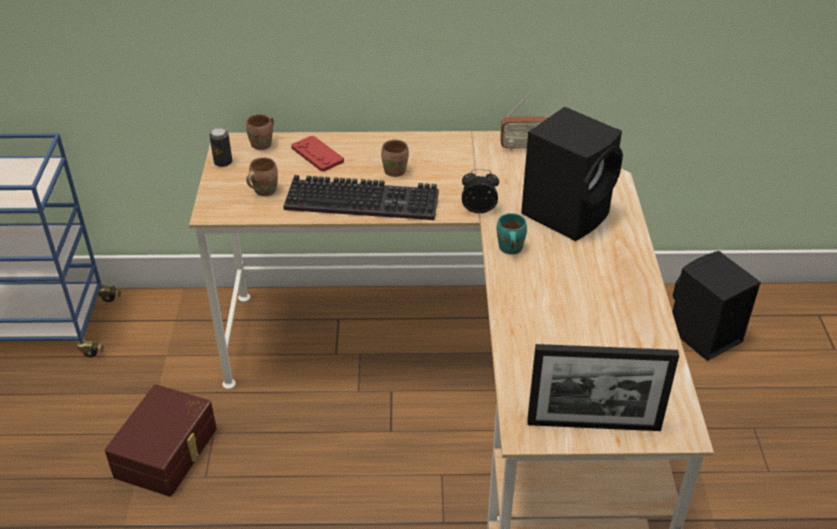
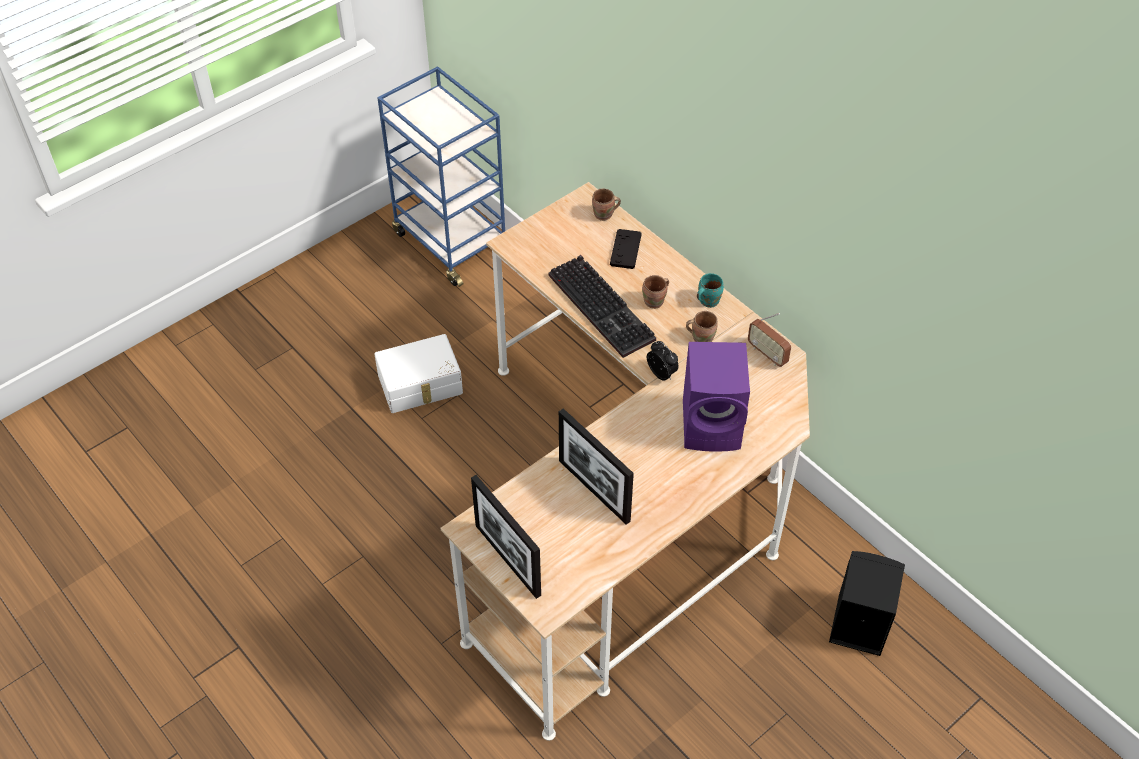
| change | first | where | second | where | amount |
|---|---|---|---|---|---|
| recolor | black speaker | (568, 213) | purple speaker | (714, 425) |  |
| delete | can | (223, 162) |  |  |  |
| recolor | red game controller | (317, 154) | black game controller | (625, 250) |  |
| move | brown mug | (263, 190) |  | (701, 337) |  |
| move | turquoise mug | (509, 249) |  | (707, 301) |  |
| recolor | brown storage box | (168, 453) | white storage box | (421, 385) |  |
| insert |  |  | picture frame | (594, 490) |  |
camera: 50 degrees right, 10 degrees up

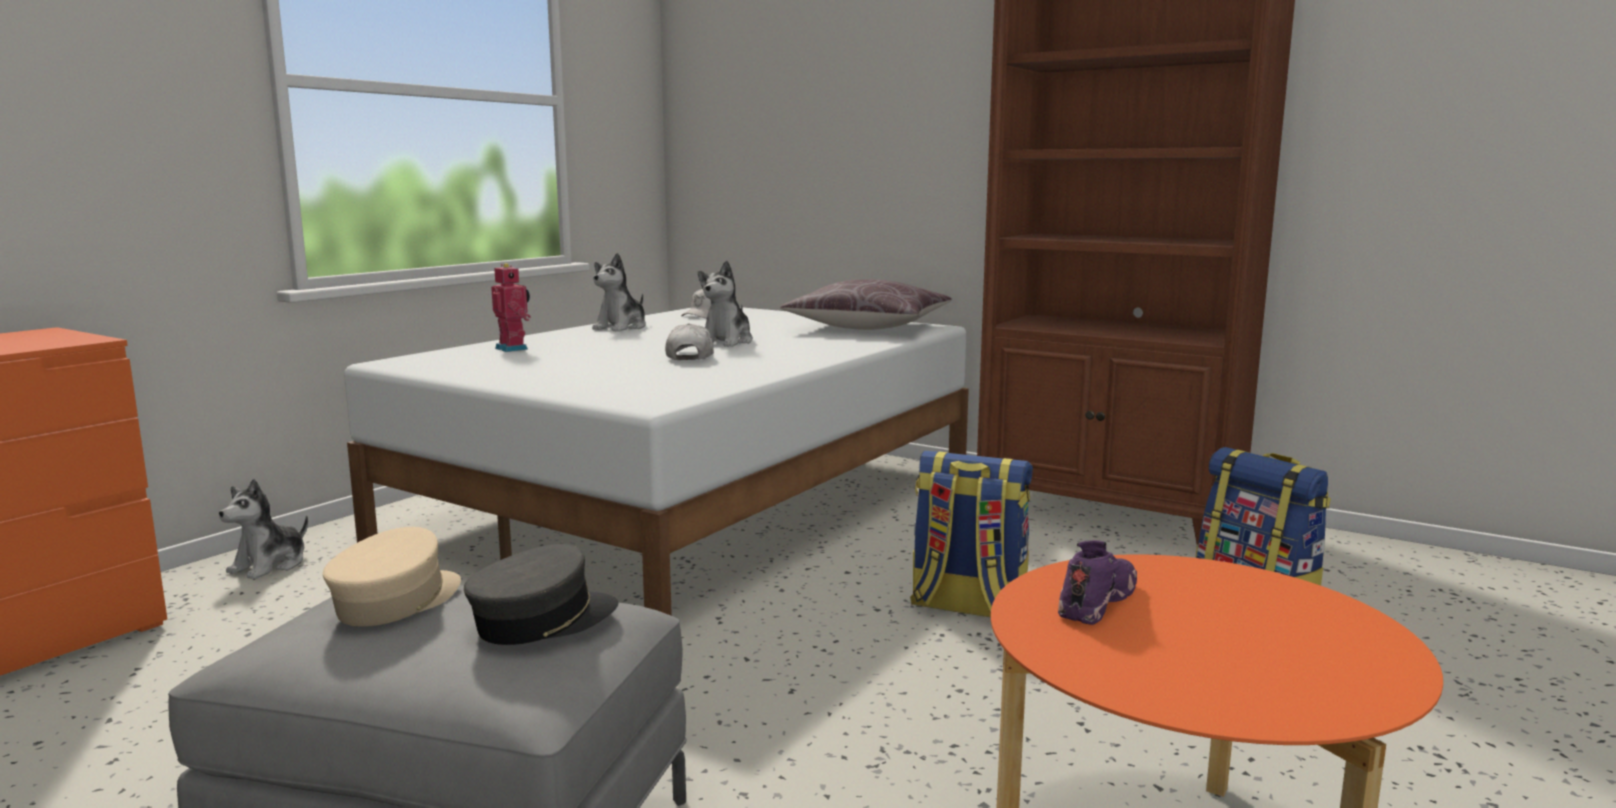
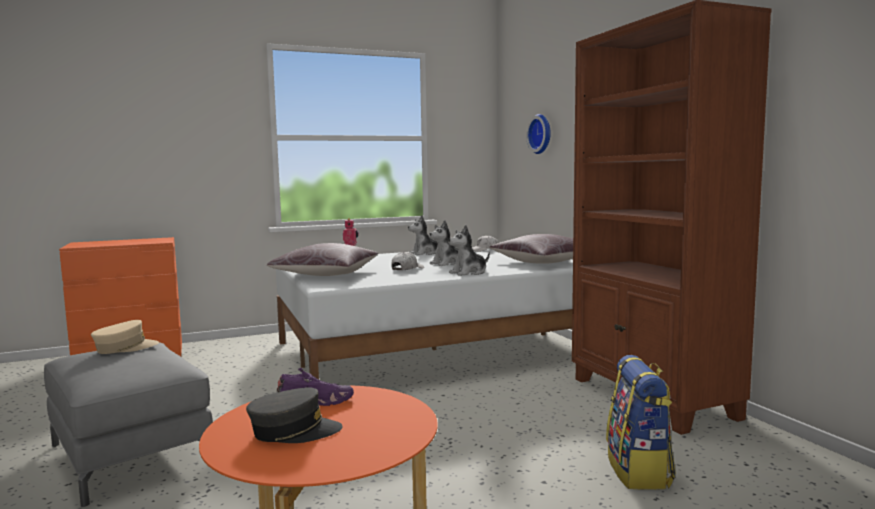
| change | first | where | second | where | amount |
|---|---|---|---|---|---|
| delete | backpack | (967, 606) |  |  |  |
| move | plush toy | (270, 565) |  | (469, 273) |  |
| move | grey cap | (543, 620) |  | (294, 431) |  |
| insert |  |  | wall clock | (541, 134) |  |
| insert |  |  | brown pillow | (326, 274) |  |
camera: 35 degrees right, 5 degrees down

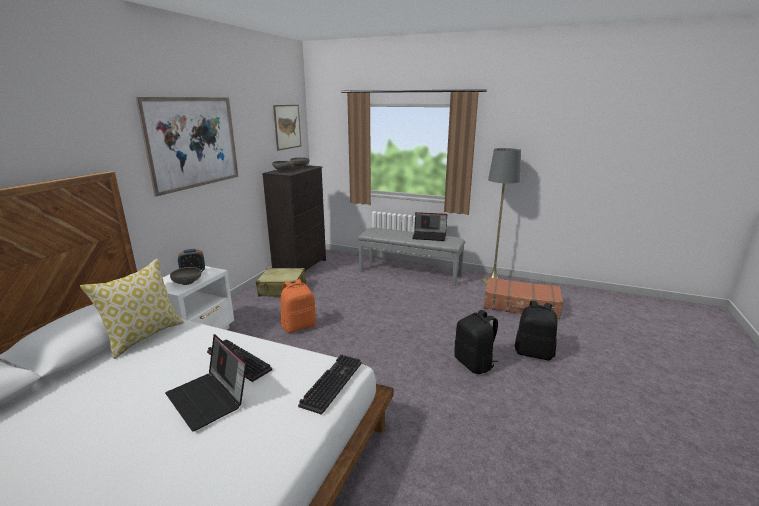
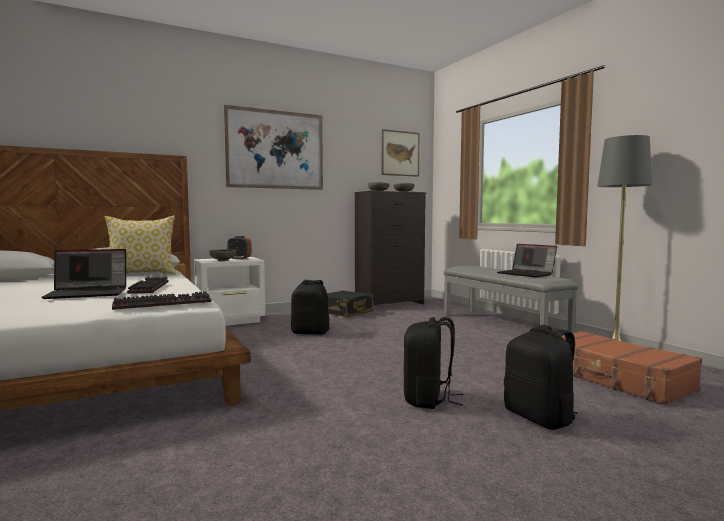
| change | first | where | second | where | amount |
|---|---|---|---|---|---|
| recolor | beige suitcase | (282, 289) | black suitcase | (345, 312) |  |
| recolor | orange backpack | (299, 326) | black backpack | (310, 332) |  |
| rotate | laptop | (209, 399) |  | (89, 293) | 105 degrees counterclockwise |
camera: 40 degrees right, 15 degrees down

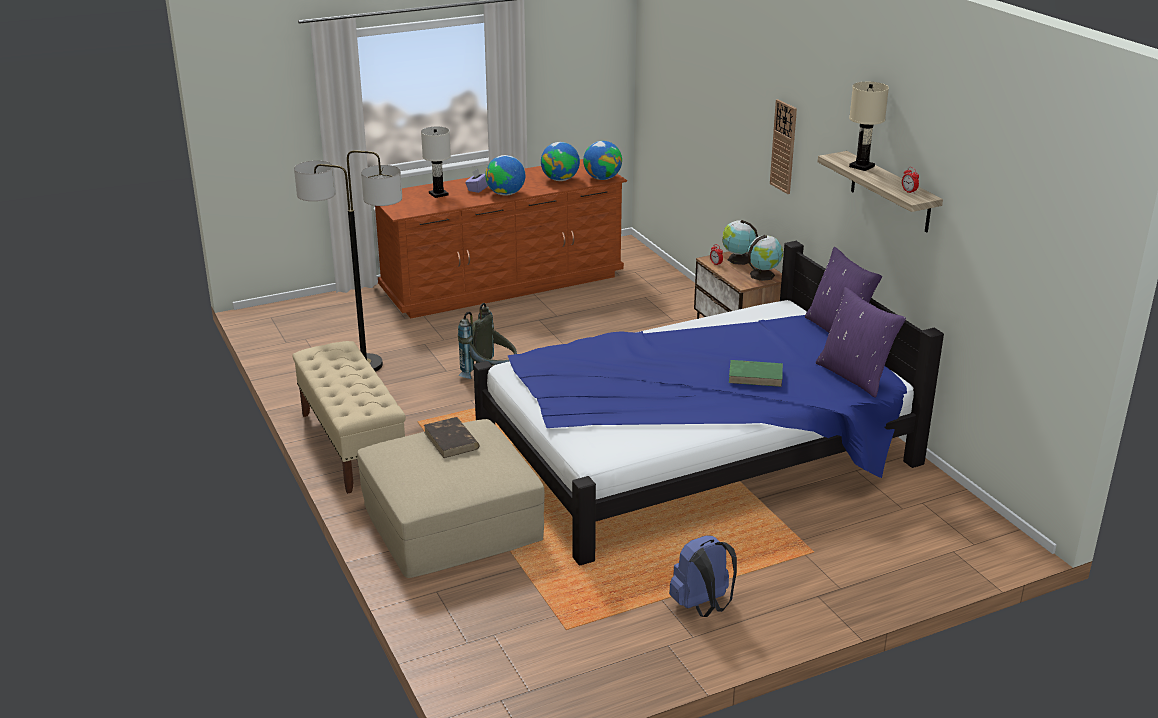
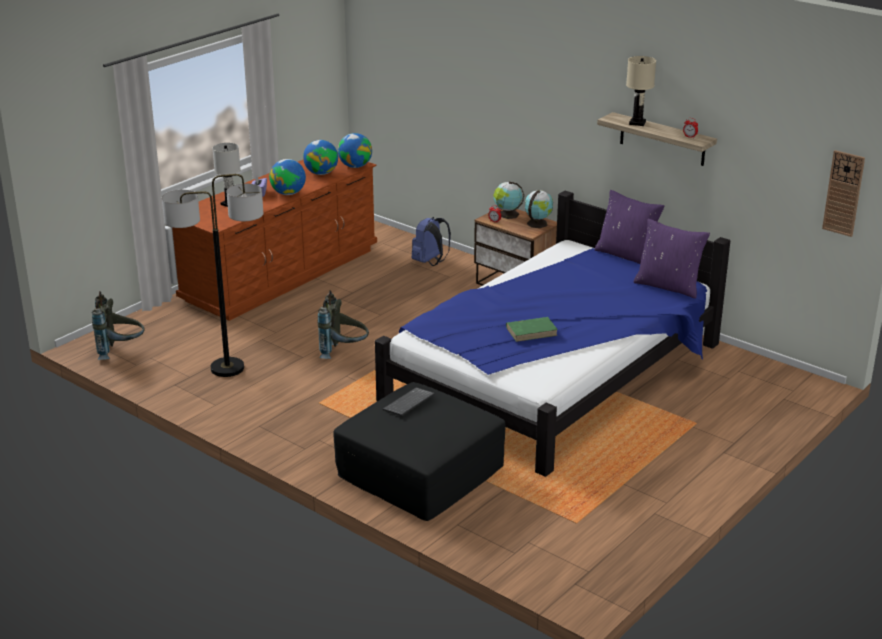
| change | first | where | second | where | amount |
|---|---|---|---|---|---|
| move | wall clock | (784, 146) |  | (843, 193) |  |
| delete | beige bench | (352, 445) |  |  |  |
| move | green book | (756, 376) |  | (532, 331) |  |
| replace | brown book | (451, 440) | keyboard | (409, 403) |  |
| recolor | beige ottoman | (452, 521) | black ottoman | (421, 471) |  |
| move | blue backpack | (703, 606) |  | (430, 262) |  |
| insert |  |  | grey backpack | (121, 352) |  |
camera: 25 degrees left, 0 degrees up

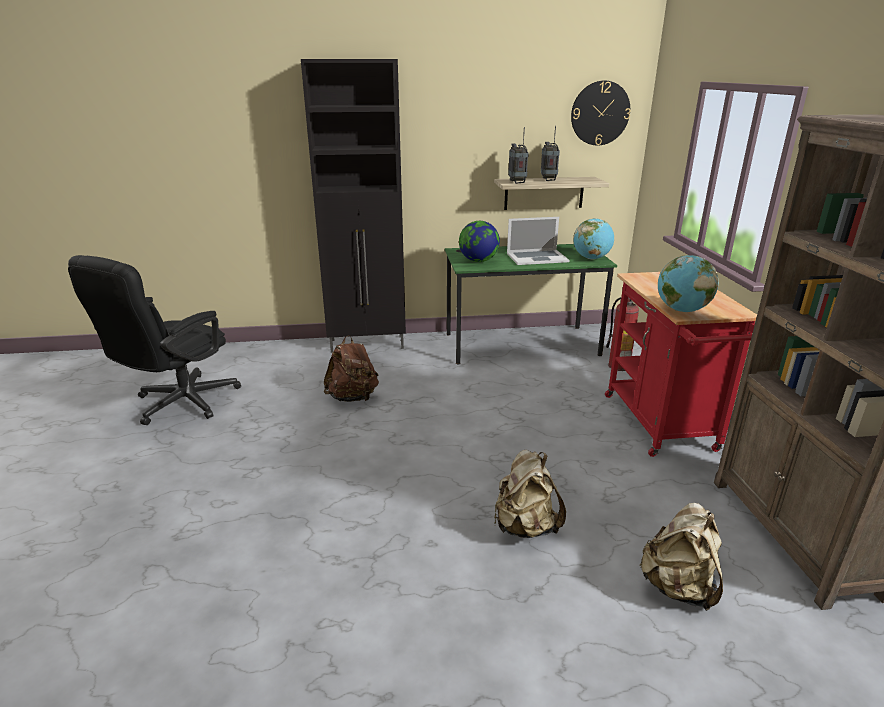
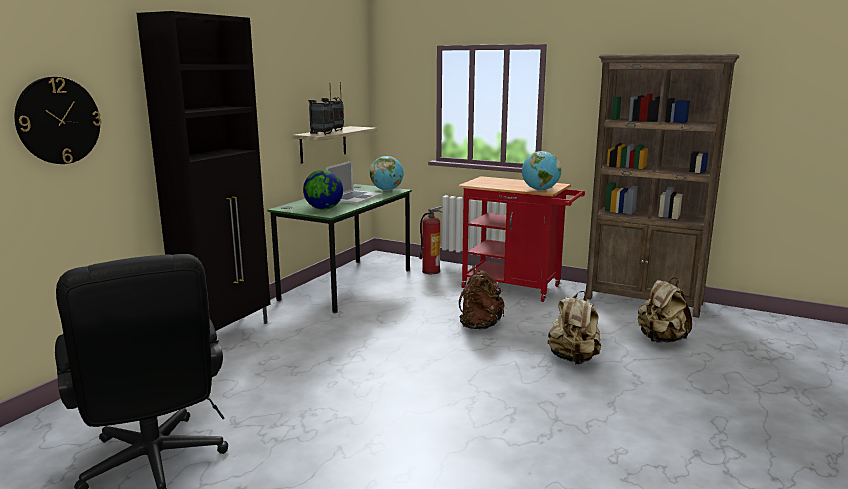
| change | first | where | second | where | amount |
|---|---|---|---|---|---|
| move | wall clock | (600, 113) |  | (58, 120) |  |
| move | brown backpack | (353, 397) |  | (480, 326) |  |
camera: 55 degrees left, 10 degrees down

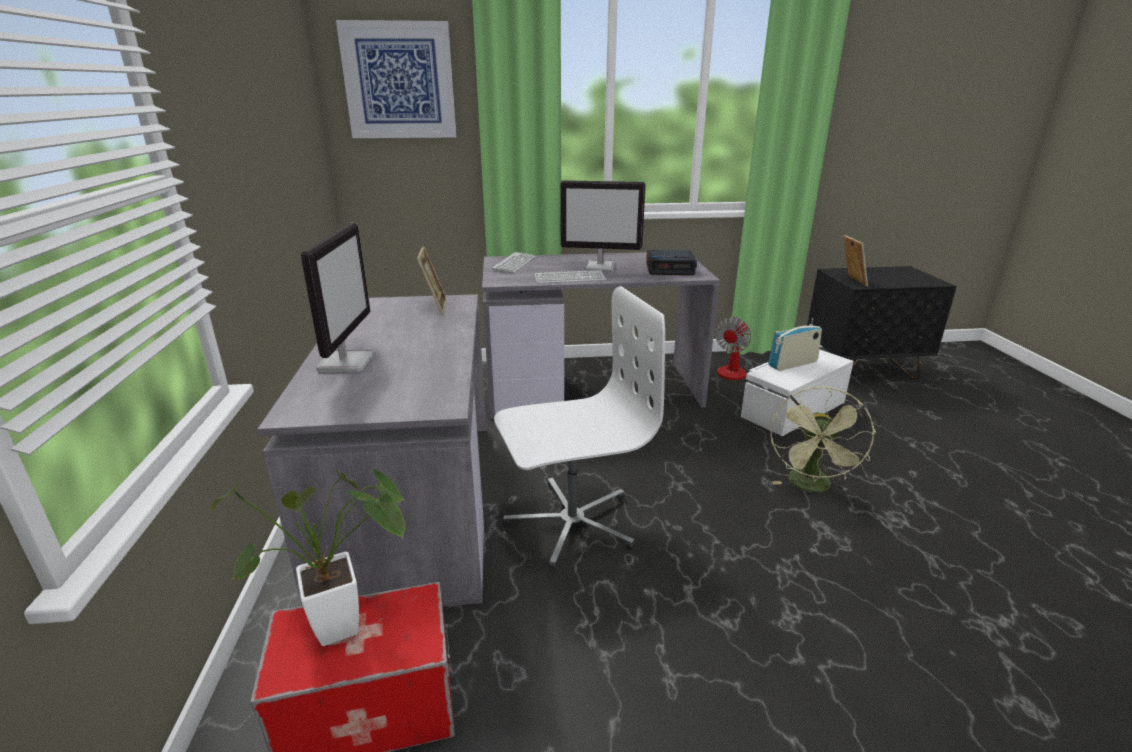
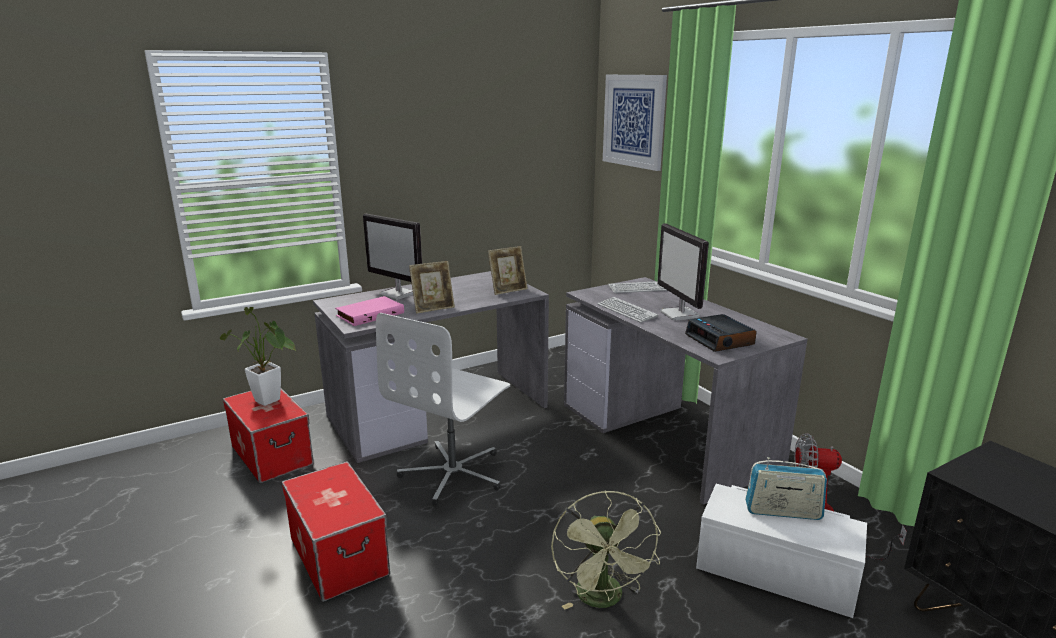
| change | first | where | second | where | amount |
|---|---|---|---|---|---|
| rotate | monitor | (346, 362) |  | (398, 294) | 60 degrees clockwise |
| move | picture frame | (851, 281) |  | (433, 308) |  |
| rotate | white office chair | (571, 523) |  | (454, 474) | 75 degrees clockwise |
| rotate | radio | (792, 364) |  | (783, 512) | 150 degrees clockwise |
| rotate | green fan | (811, 487) |  | (603, 600) | 90 degrees counterclockwise |
| insert |  |  | pink book | (370, 314) |  |
| insert |  |  | storage box | (339, 556) |  |
camera: 65 degrees right, 5 degrees down

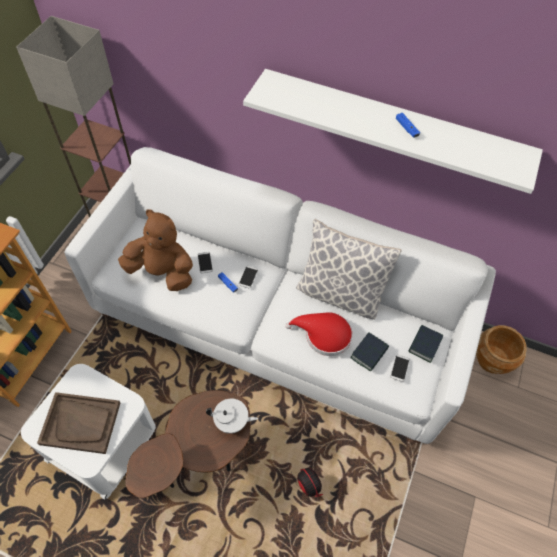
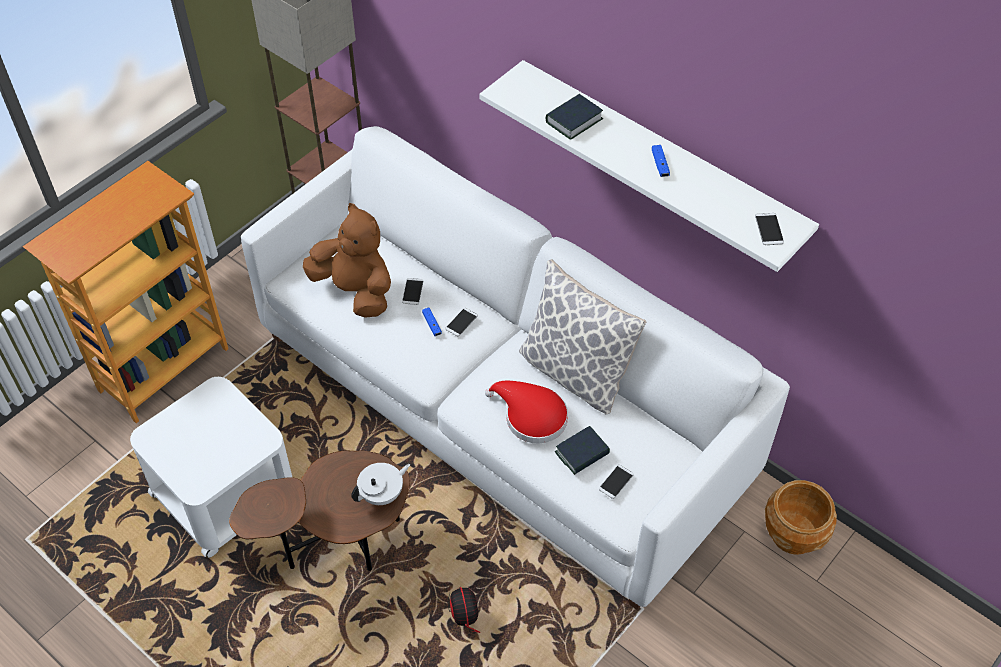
| change | first | where | second | where | amount |
|---|---|---|---|---|---|
| move | book | (424, 345) |  | (573, 121) |  |
| delete | brown tray | (81, 423) |  |  |  |
| rotate | white teapot | (232, 421) |  | (382, 494) | 60 degrees counterclockwise |
| insert |  |  | phone | (769, 229) |  |
camera: 20 degrees right, 5 degrees down

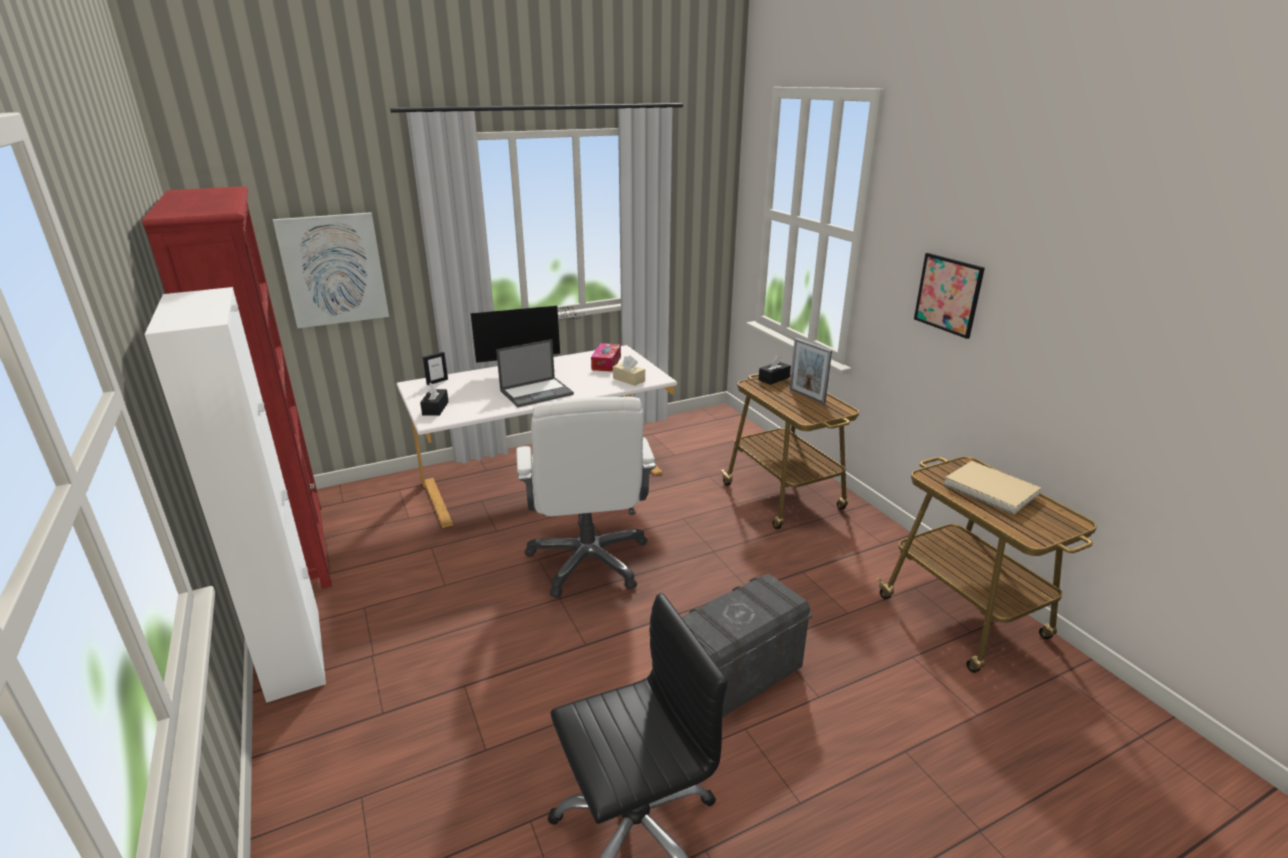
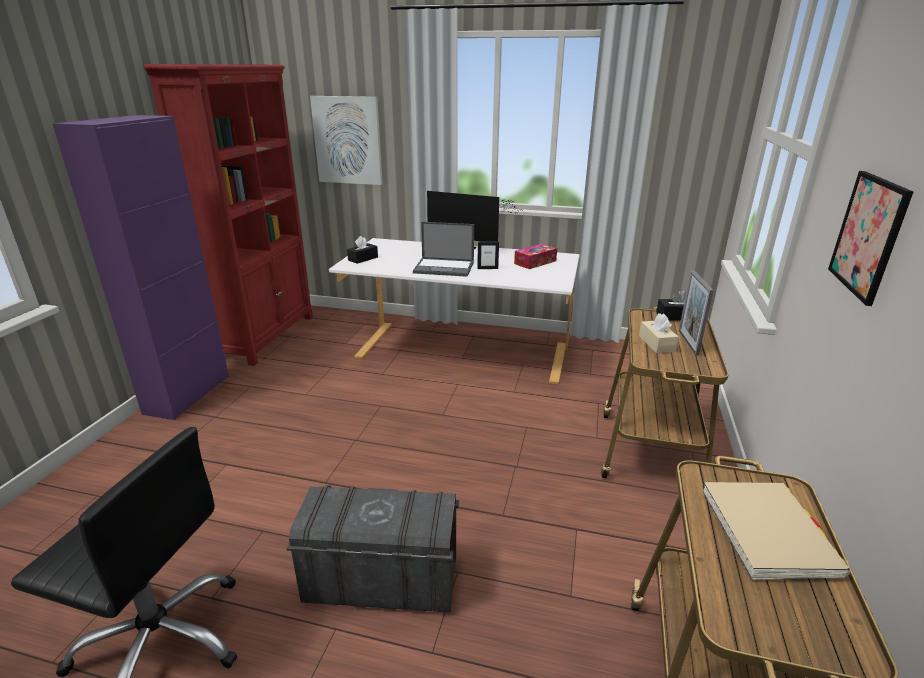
| change | first | where | second | where | amount |
|---|---|---|---|---|---|
| recolor | white cabinet | (294, 653) | purple cabinet | (187, 394) |  |
| move | picture frame | (437, 381) |  | (487, 268) |  |
| move | beige tissue box | (629, 379) |  | (656, 344) |  |
| delete | white office chair | (589, 561) |  |  |  |
camera: 40 degrees right, 0 degrees up

